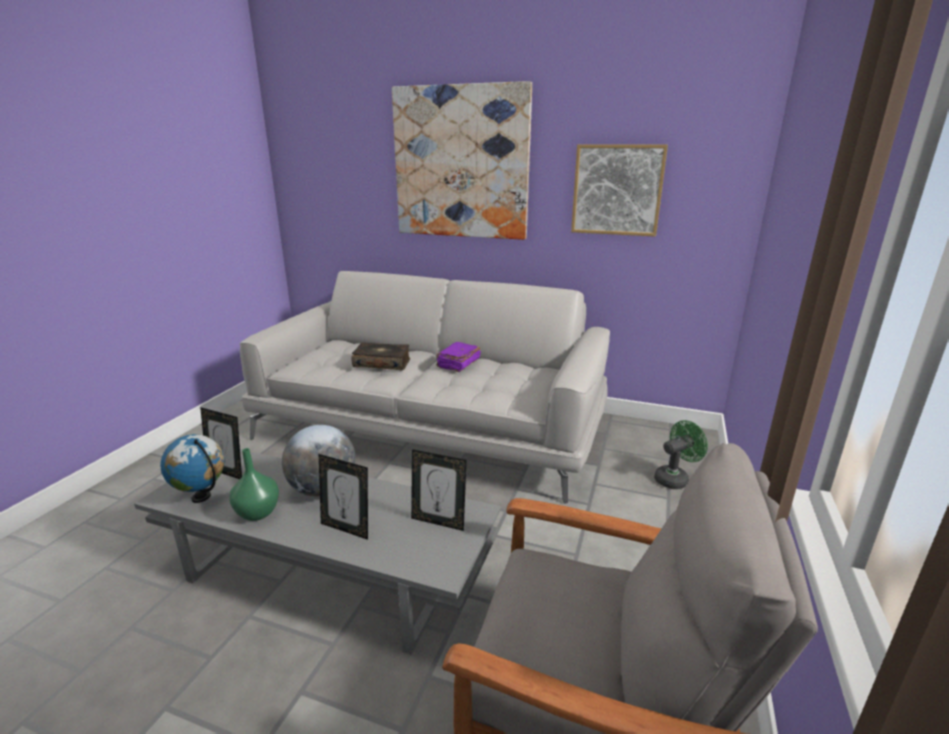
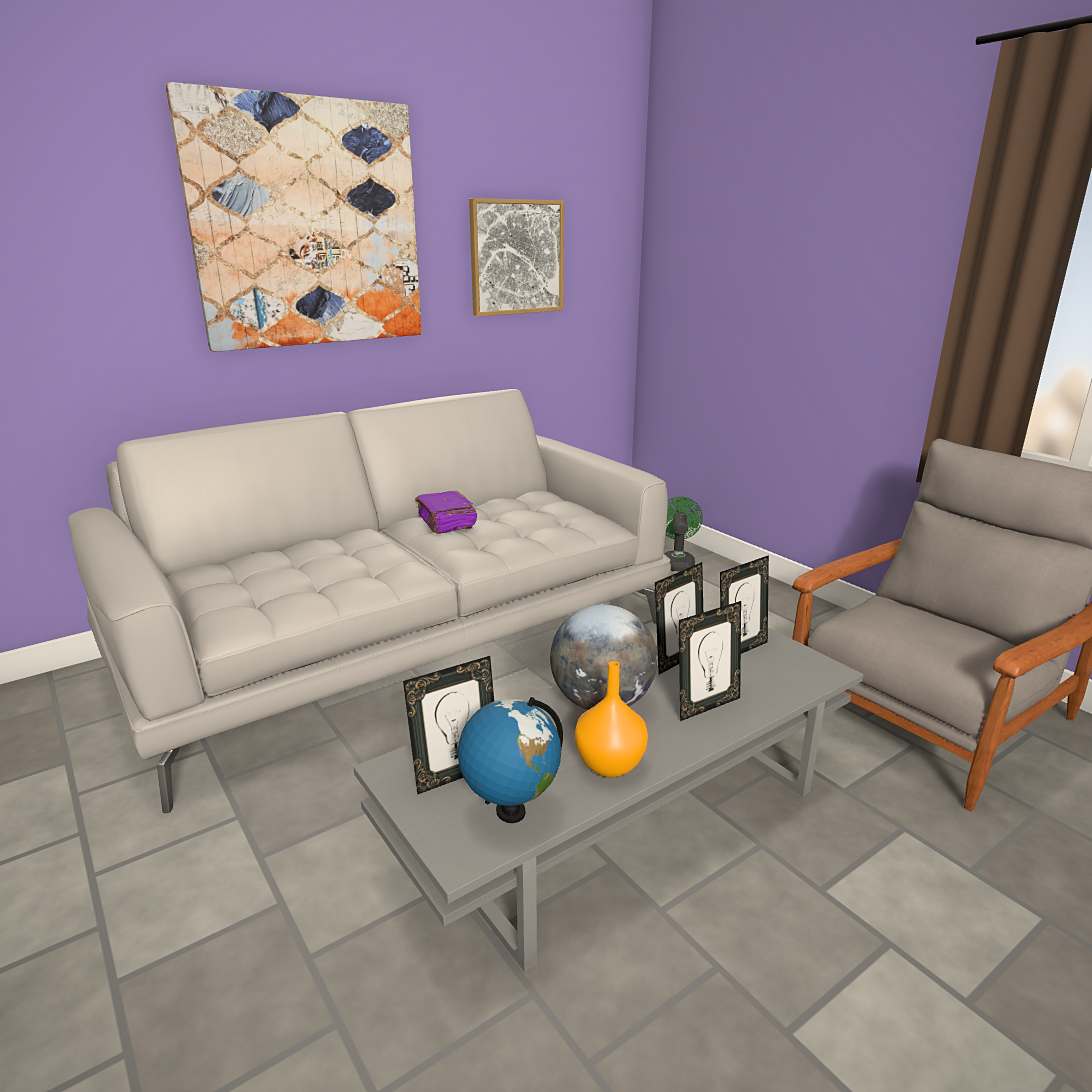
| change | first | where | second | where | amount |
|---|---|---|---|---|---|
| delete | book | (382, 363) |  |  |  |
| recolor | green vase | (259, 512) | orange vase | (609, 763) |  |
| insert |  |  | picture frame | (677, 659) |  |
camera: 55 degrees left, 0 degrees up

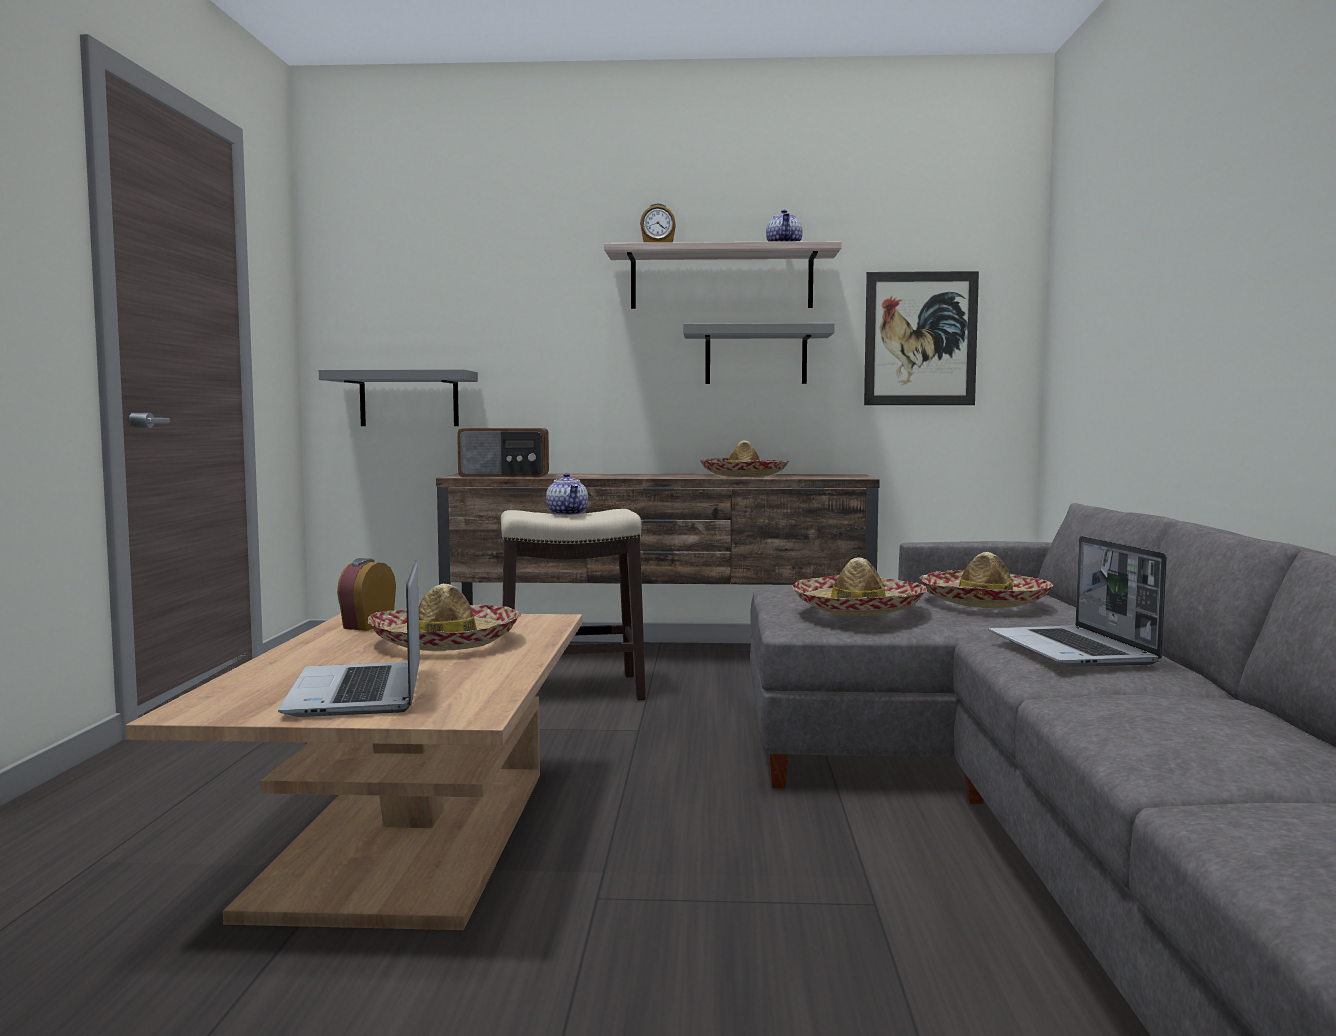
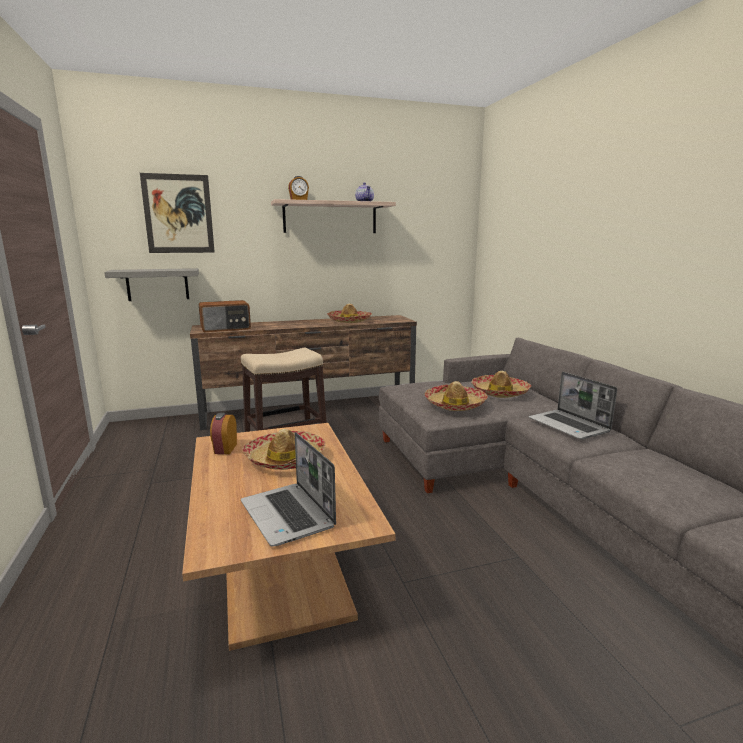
| change | first | where | second | where | amount |
|---|---|---|---|---|---|
| move | picture | (920, 338) |  | (178, 214) |  |
| delete | grey shelf | (756, 356) |  |  |  |
| delete | teapot | (568, 513) |  |  |  |
camera: 20 degrees left, 10 degrees up

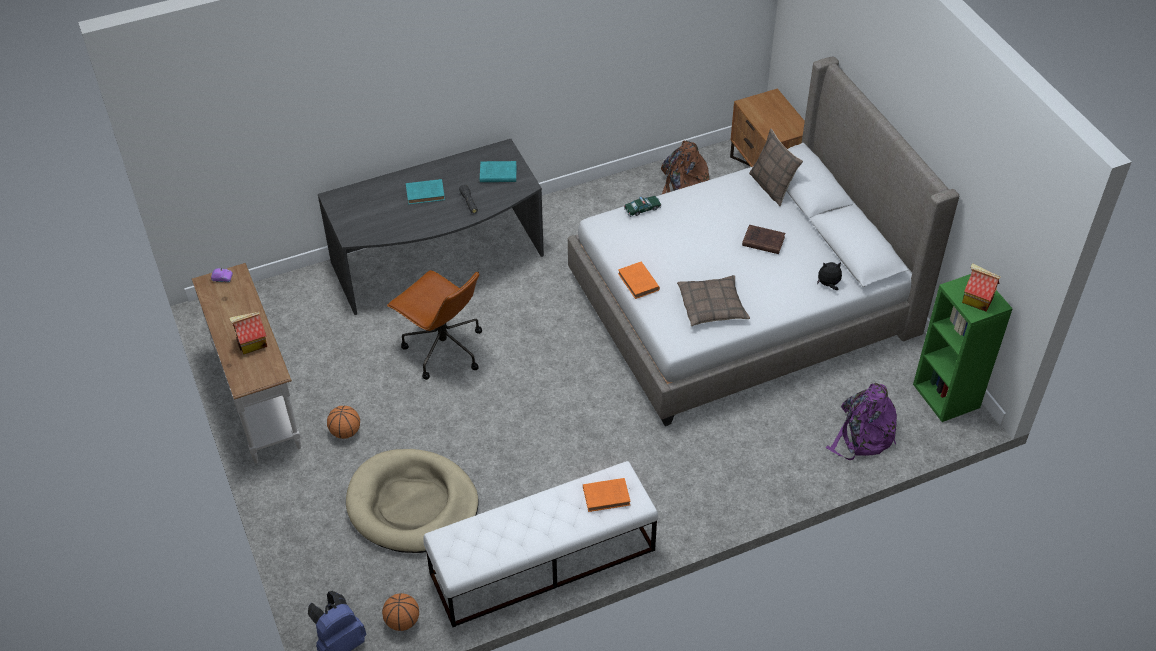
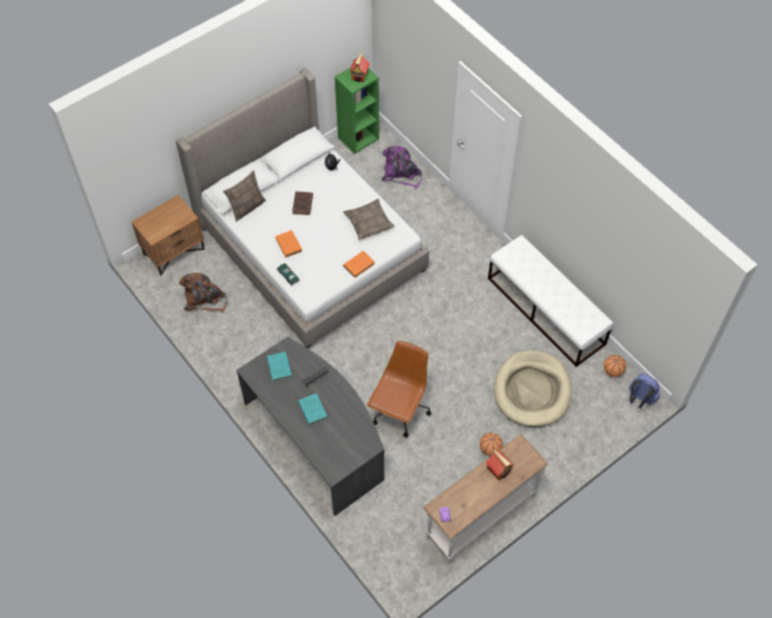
| change | first | where | second | where | amount |
|---|---|---|---|---|---|
| move | orange book | (607, 496) |  | (288, 244) |  |
camera: 105 degrees left, 10 degrees up

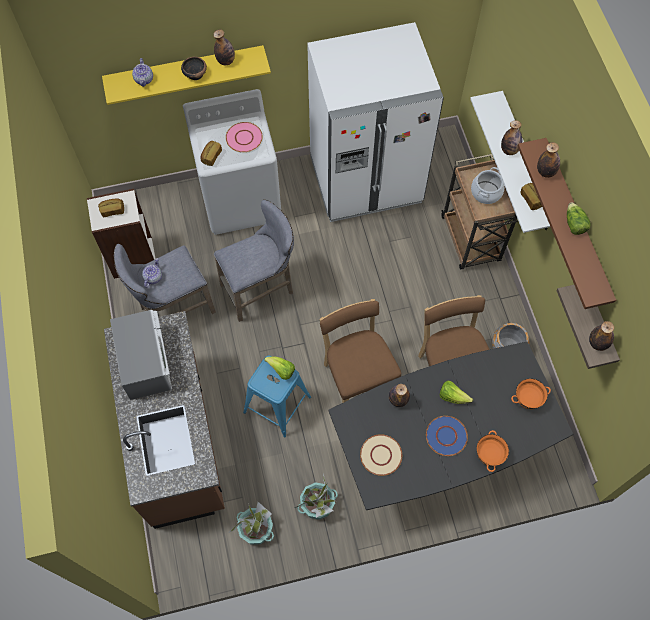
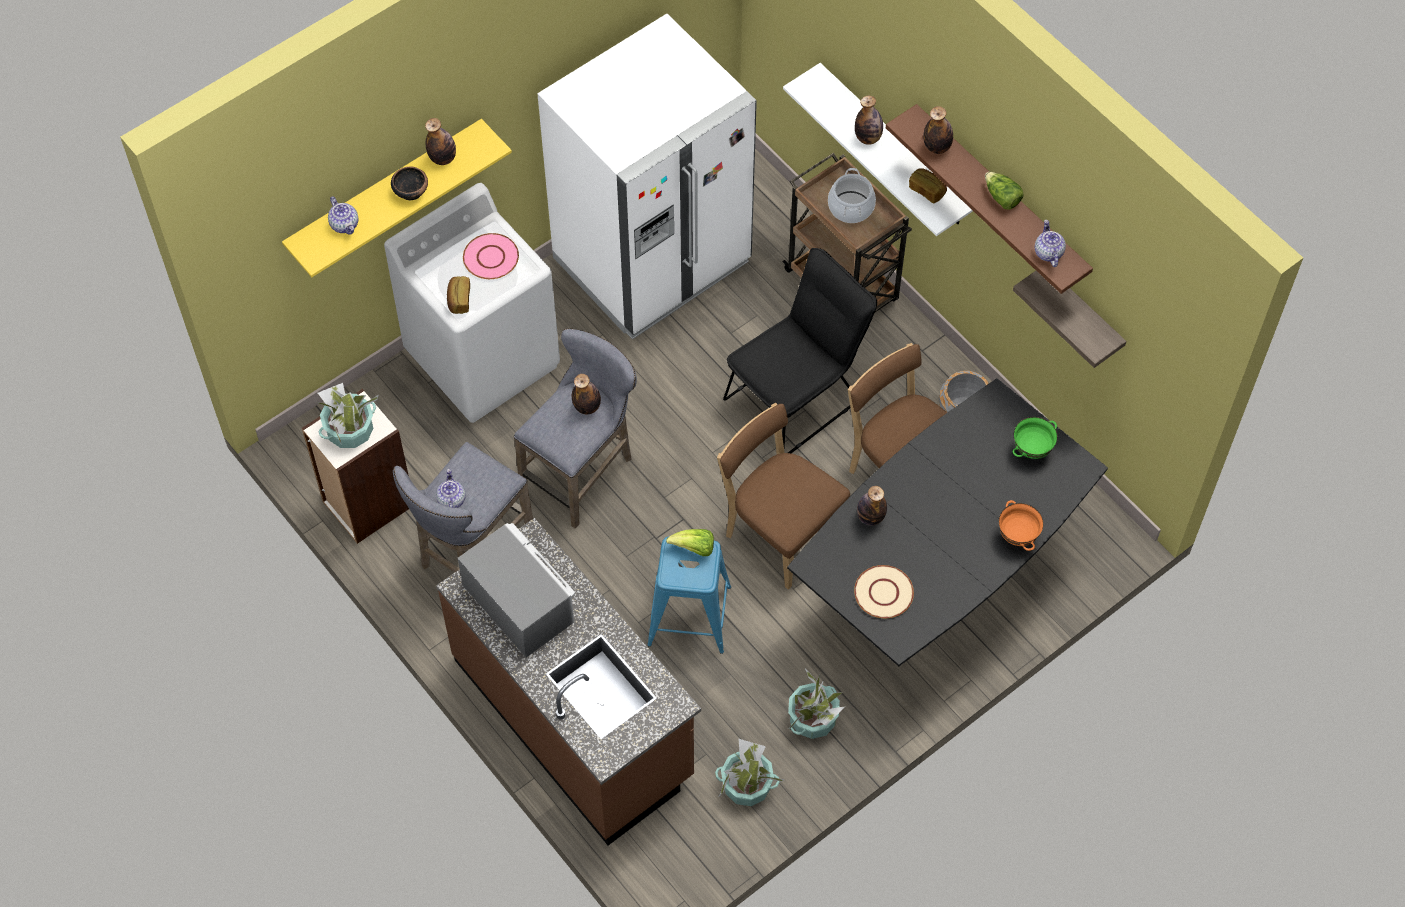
| change | first | where | second | where | amount |
|---|---|---|---|---|---|
| replace | bread | (112, 210) | potted plant | (350, 430) |  |
| move | bottle | (597, 343) |  | (587, 407) |  |
| recolor | orange bowl | (527, 399) | green bowl | (1032, 448) |  |
| delete | lettuce | (452, 396) |  |  |  |
| delete | blue plate | (446, 436) |  |  |  |
| insert |  |  | teapot | (1048, 252) |  |
| insert |  |  | black chair | (798, 396) |  |
camera: 25 degrees left, 5 degrees down

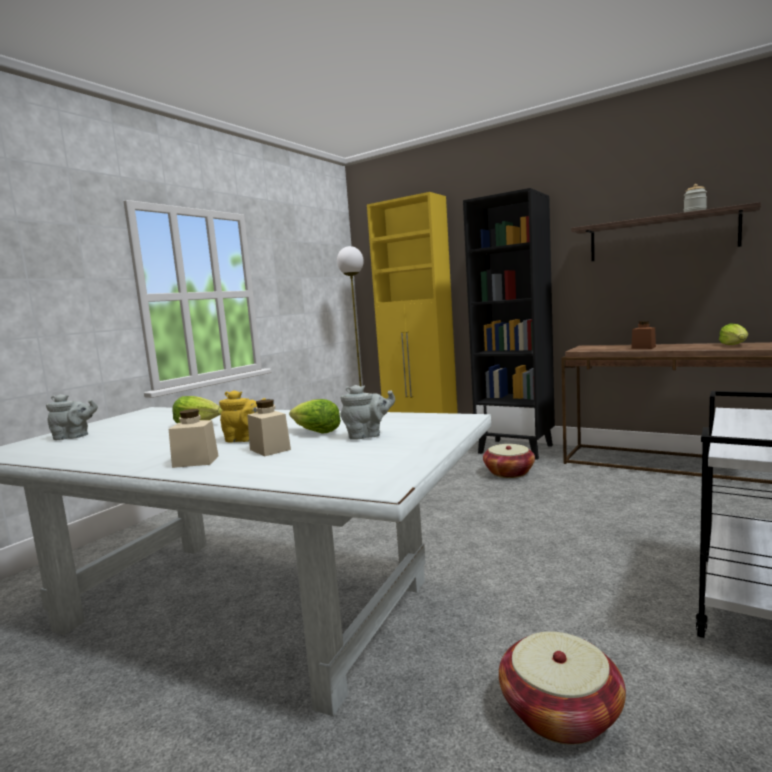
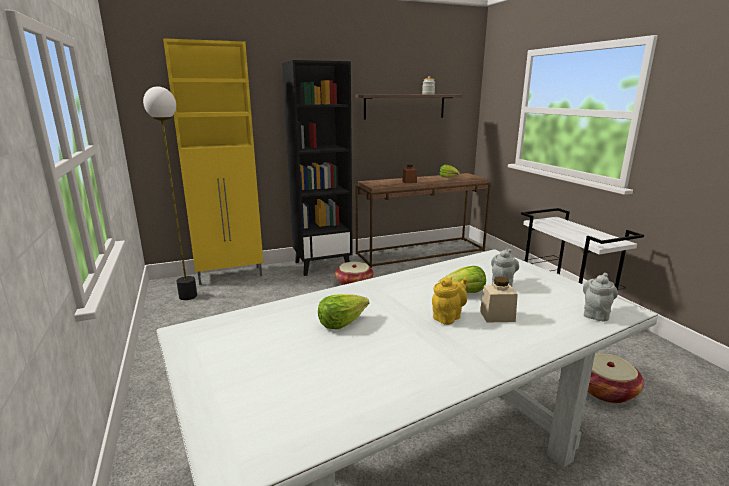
| change | first | where | second | where | amount |
|---|---|---|---|---|---|
| move | grey teapot | (74, 437) |  | (596, 313) |  |
| delete | beige jar | (195, 461) |  |  |  |
camera: 55 degrees left, 10 degrees up

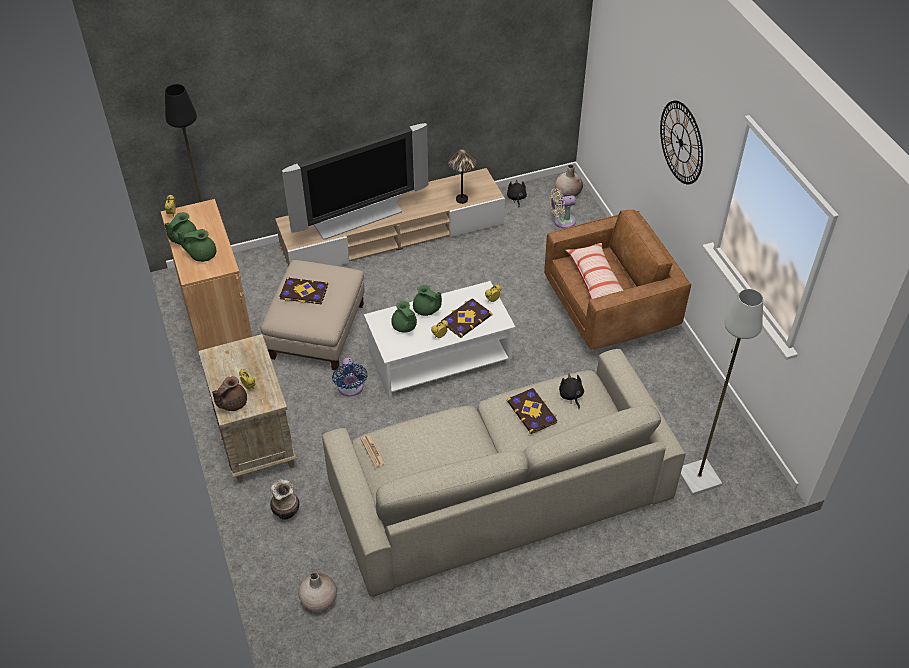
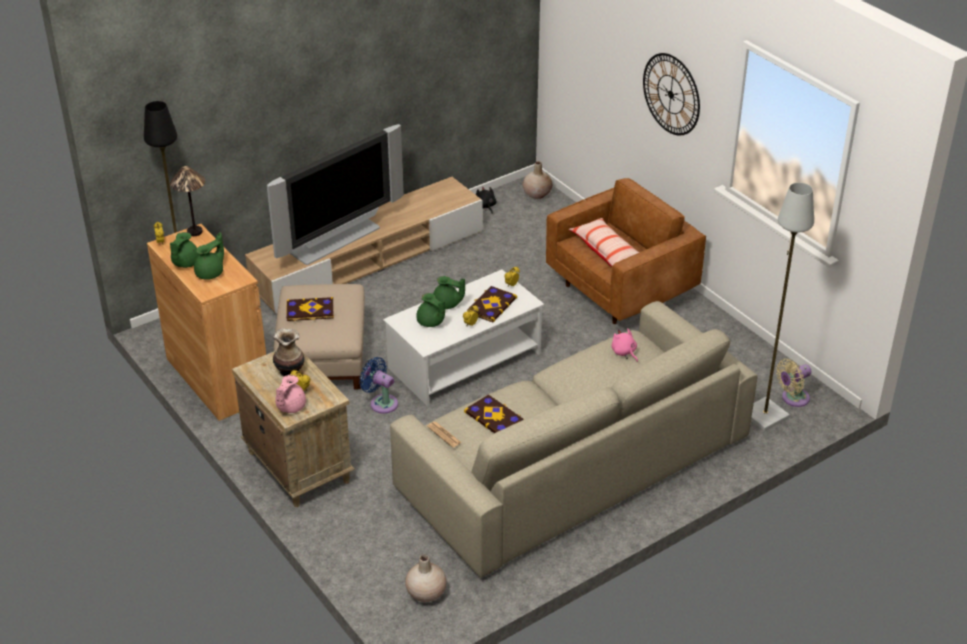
| change | first | where | second | where | amount |
|---|---|---|---|---|---|
| move | table lamp | (462, 199) |  | (195, 231) |  |
| move | beige fan | (562, 221) |  | (792, 398) |  |
| rotate | green teapot | (202, 254) |  | (211, 273) | 150 degrees clockwise |
| rotate | blue fan | (350, 389) |  | (381, 403) | 150 degrees clockwise |
| recolor | black plush toy | (571, 396) | pink plush toy | (624, 352) |  |
| recolor | brown teapot | (232, 403) | pink teapot | (290, 407) |  |
| move | book | (532, 411) |  | (494, 417) |  |
| move | vase | (286, 512) |  | (289, 371) |  |
camera: 15 degrees left, 10 degrees down

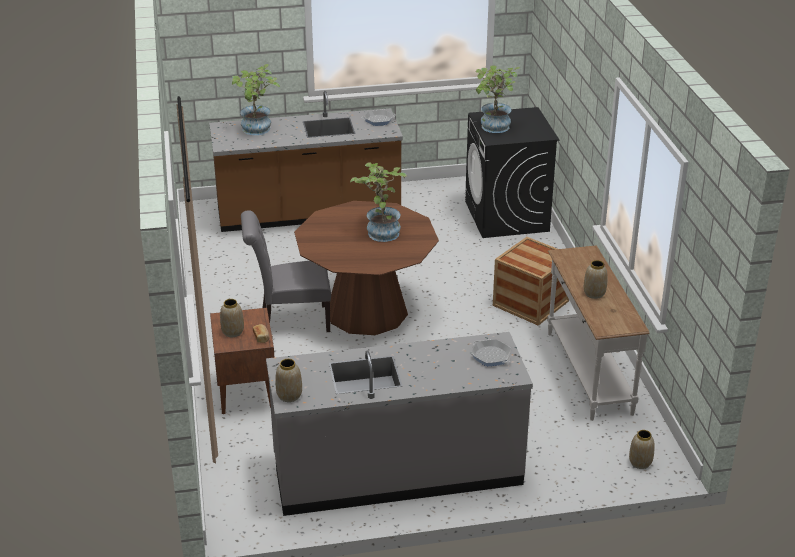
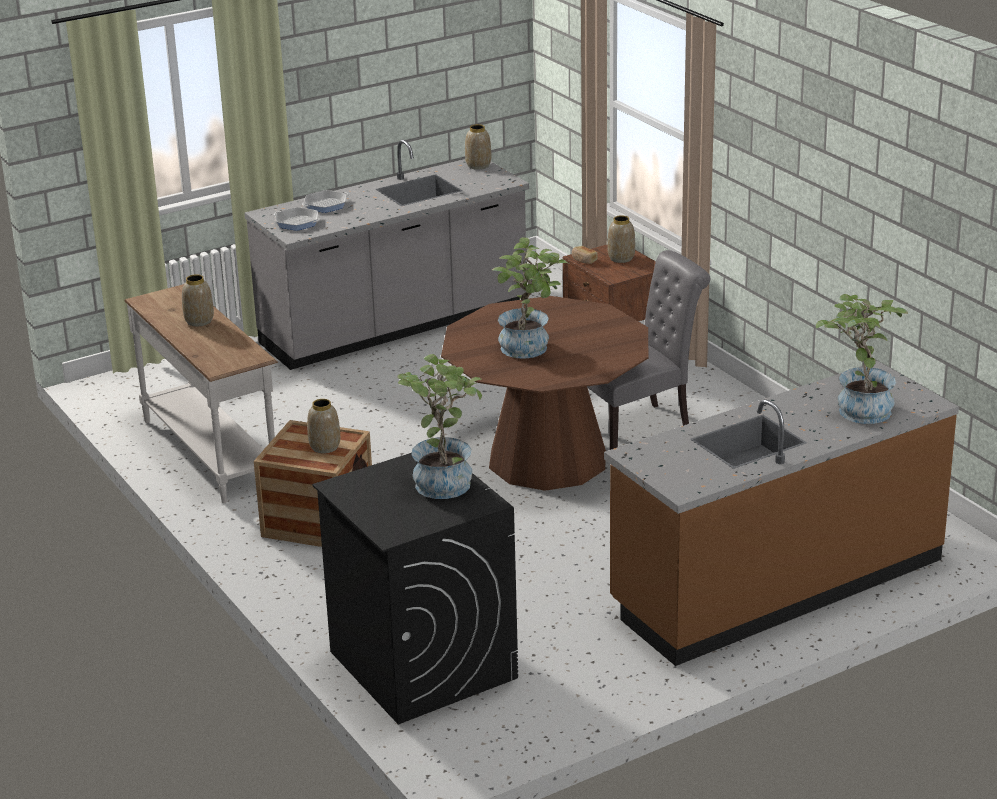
| change | first | where | second | where | amount |
|---|---|---|---|---|---|
| move | frying pan | (378, 120) |  | (325, 205) |  |
| move | vase | (640, 463) |  | (325, 447) |  |
camera: 160 degrees right, 5 degrees down

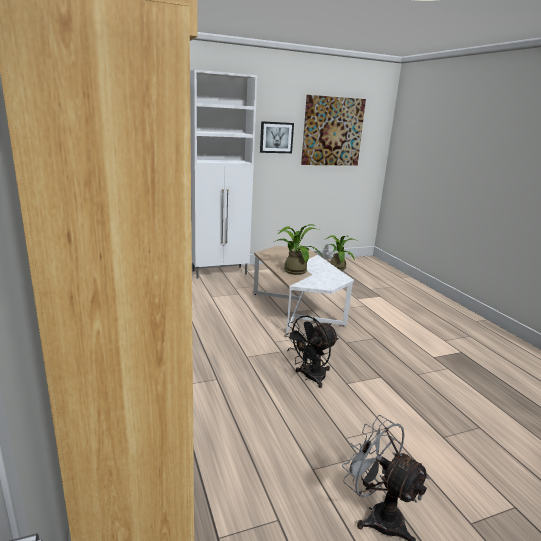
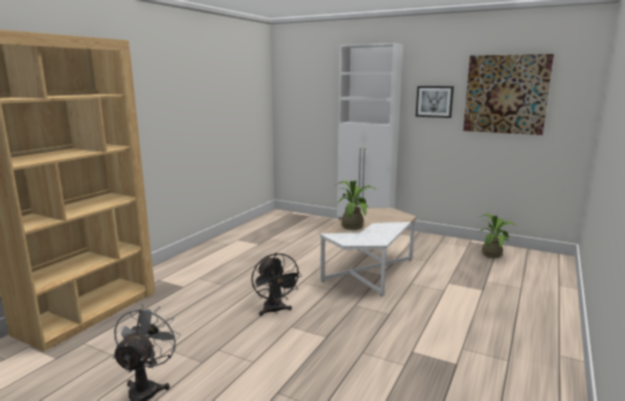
| change | first | where | second | where | amount |
|---|---|---|---|---|---|
| rotate | black fan | (310, 378) |  | (275, 311) | 120 degrees counterclockwise |
camera: 50 degrees right, 5 degrees down

